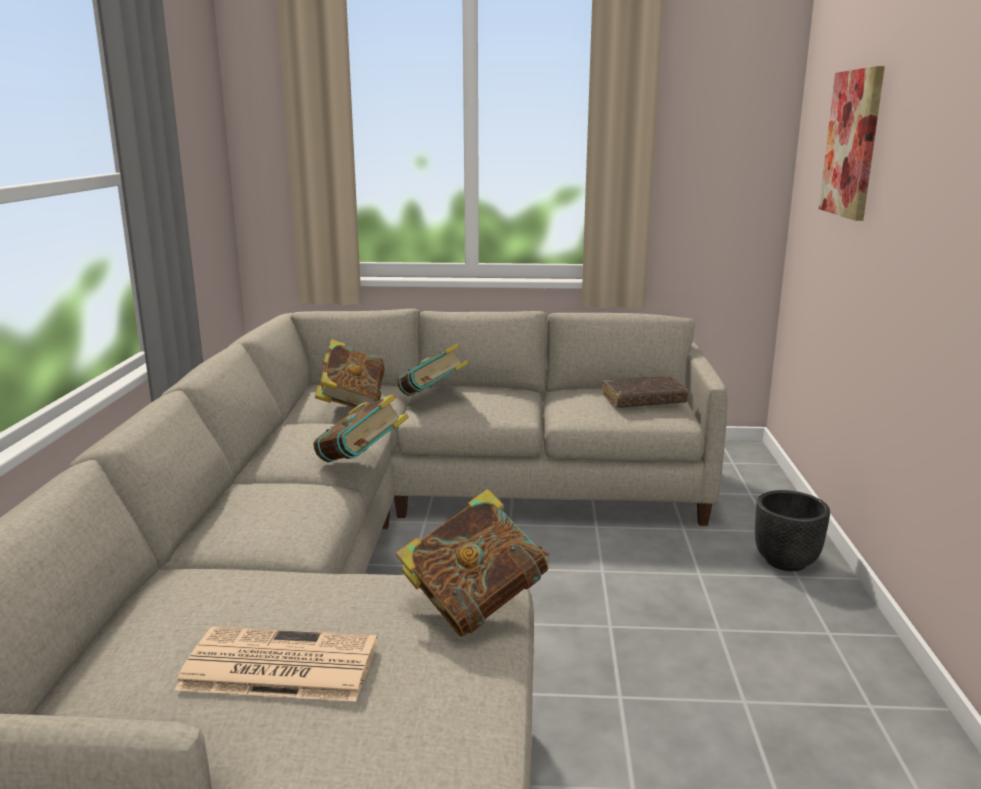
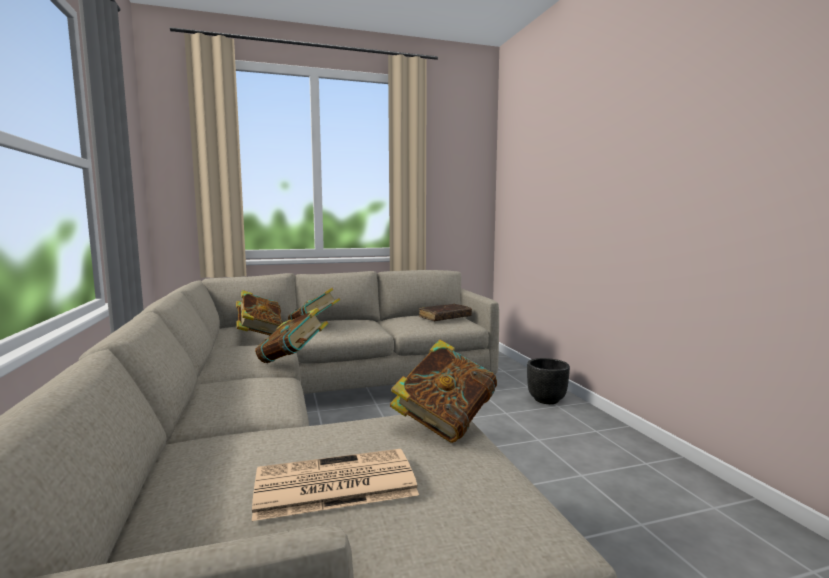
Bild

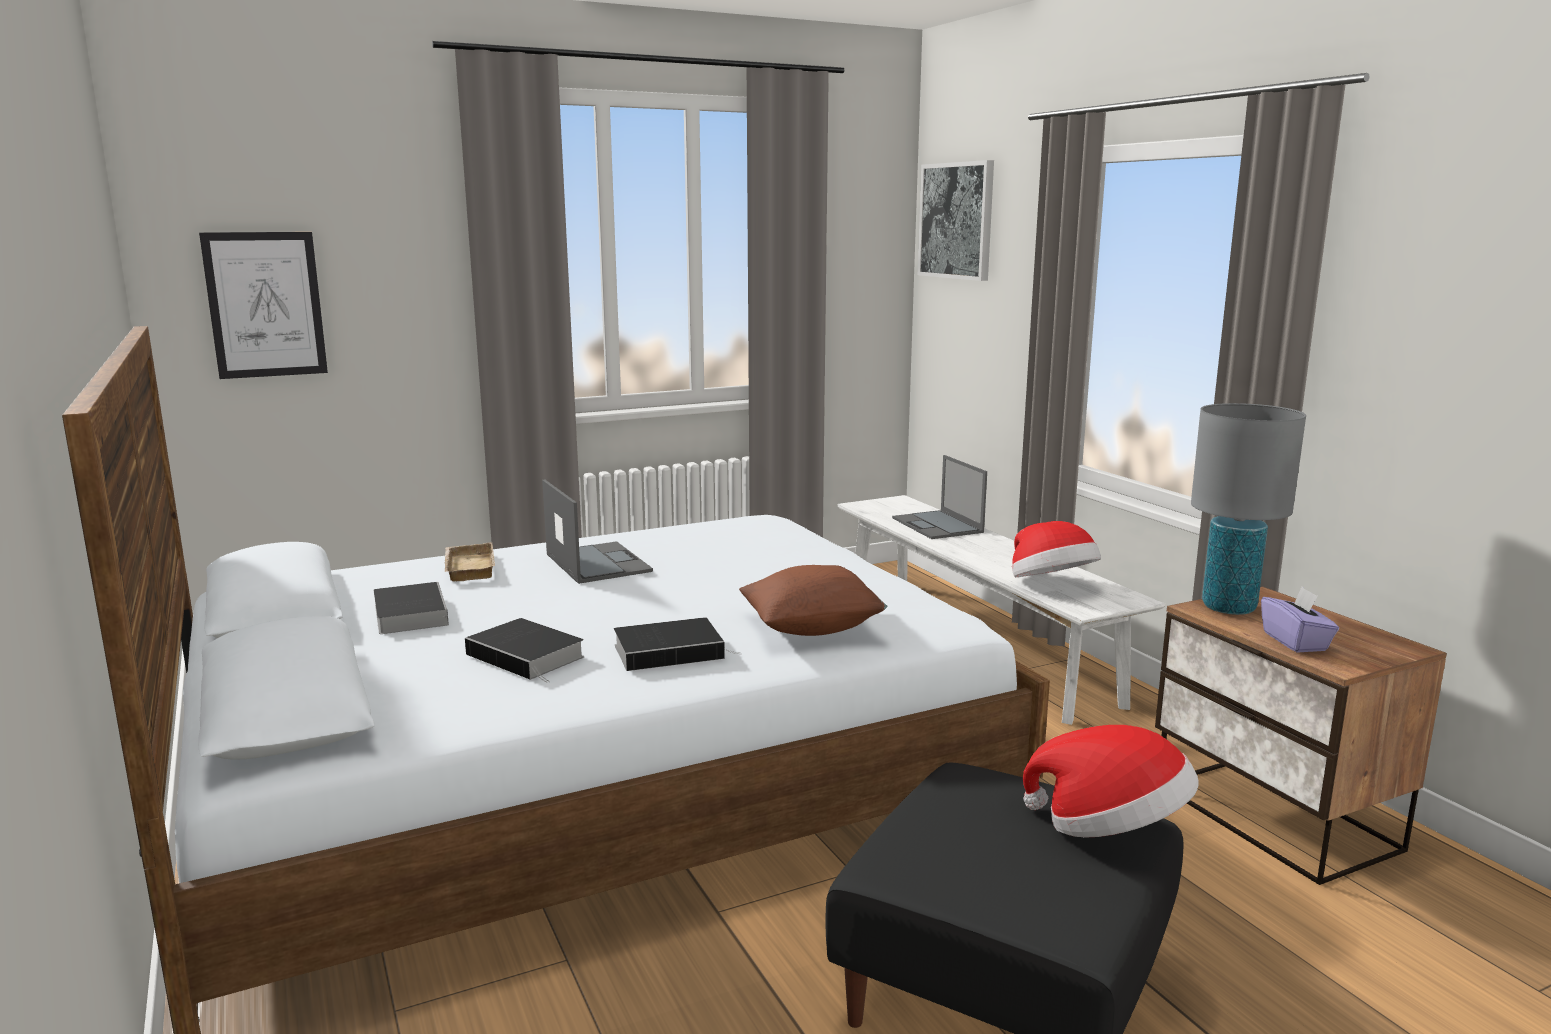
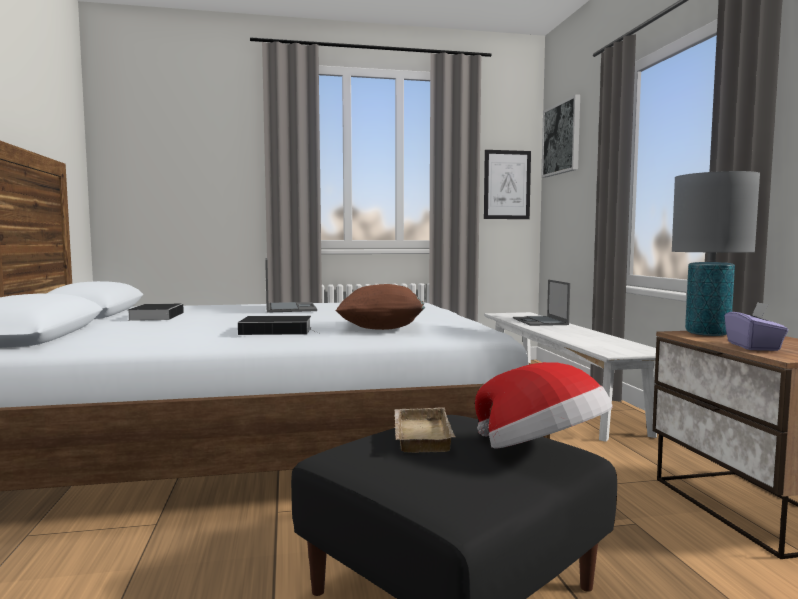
Bild (no. 1 from left)
Tablett (beige)
Buch (no. 2 from left in the first image)
Hut (no. 1 from left in the first image)

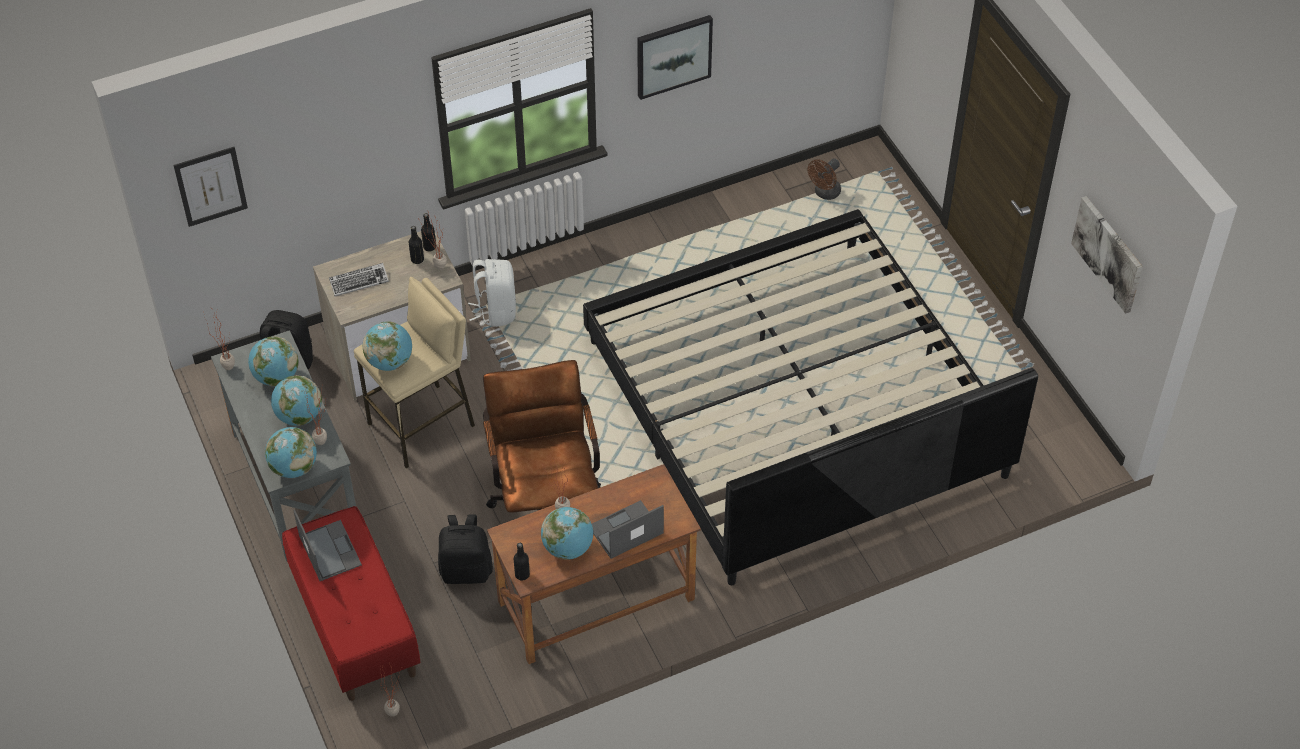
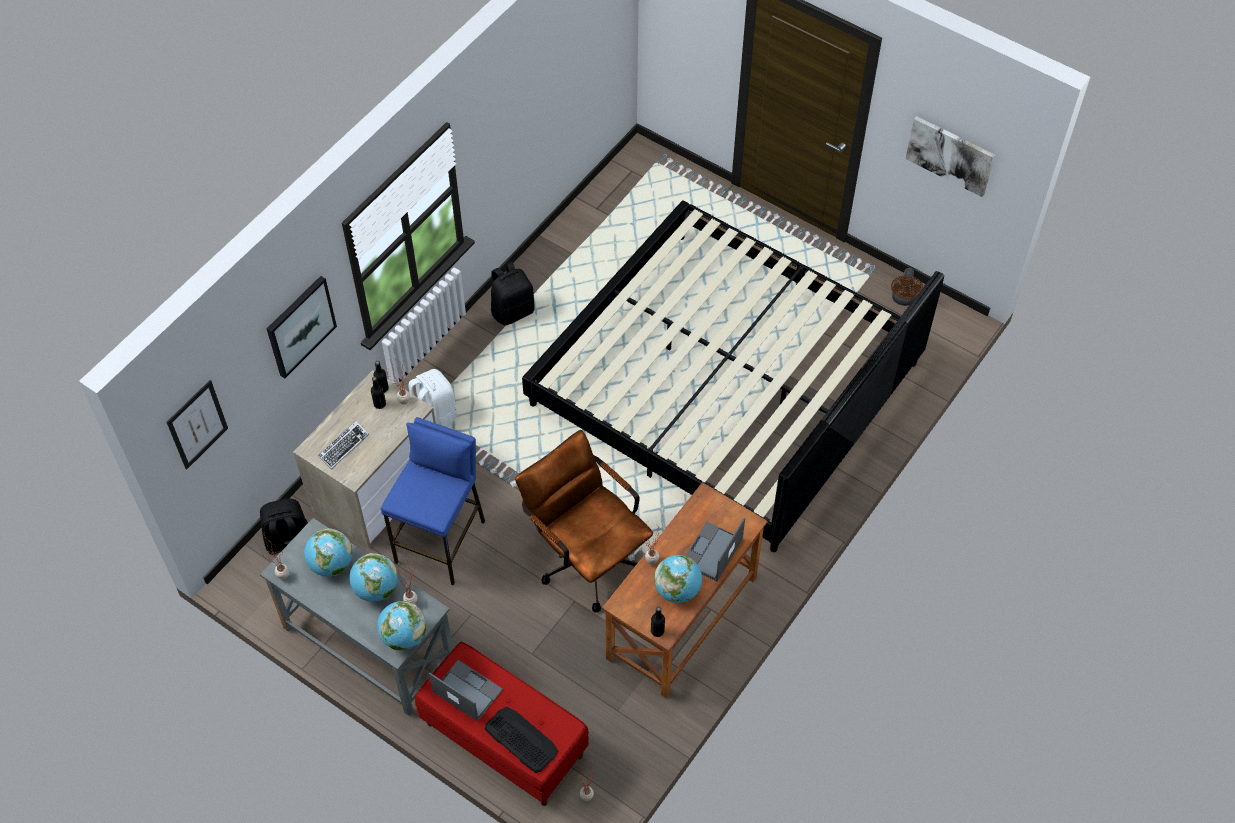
Hocker (blau)
Globus (no. 4 from left in the first image)
Rucksack (schwarz) (no. 2 from left)
Bild (no. 2 from left)
Ventilator (braun)
Tastatur (no. 2 from left)

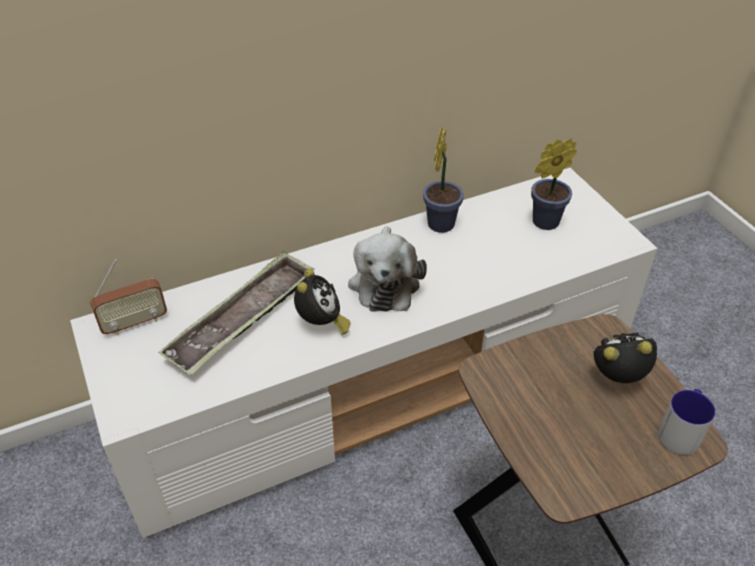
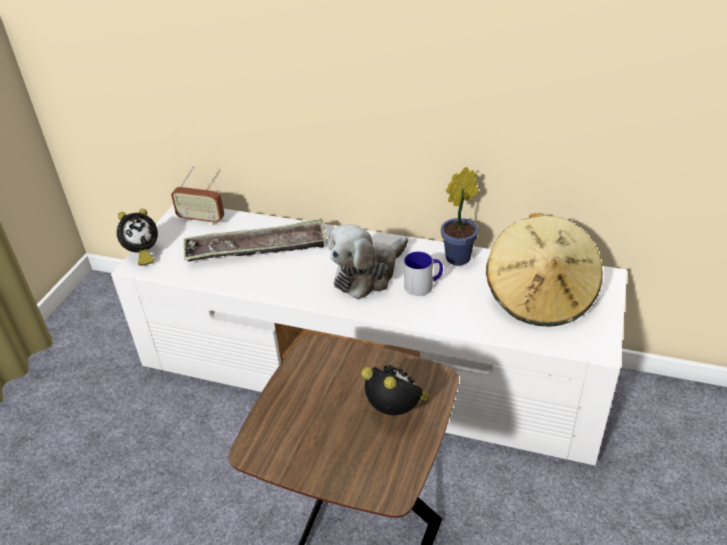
Wecker (no. 1 from left)
Hut (beige)
Henkelbecher

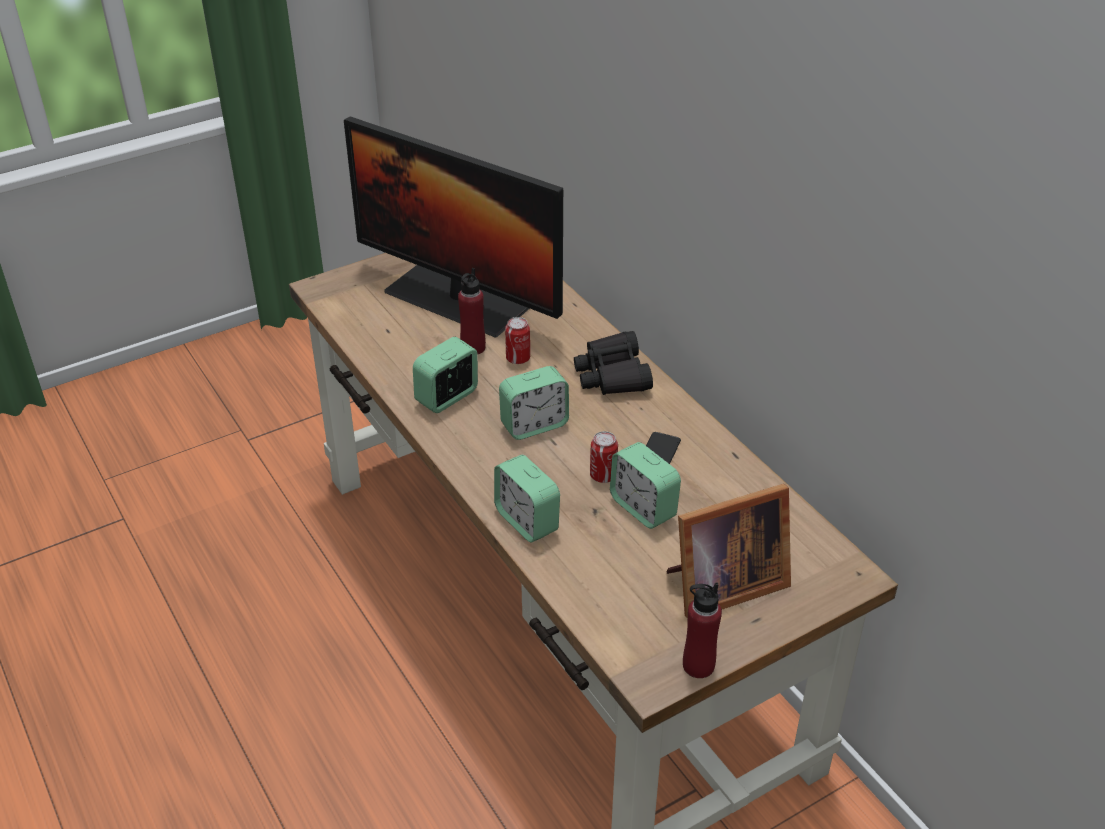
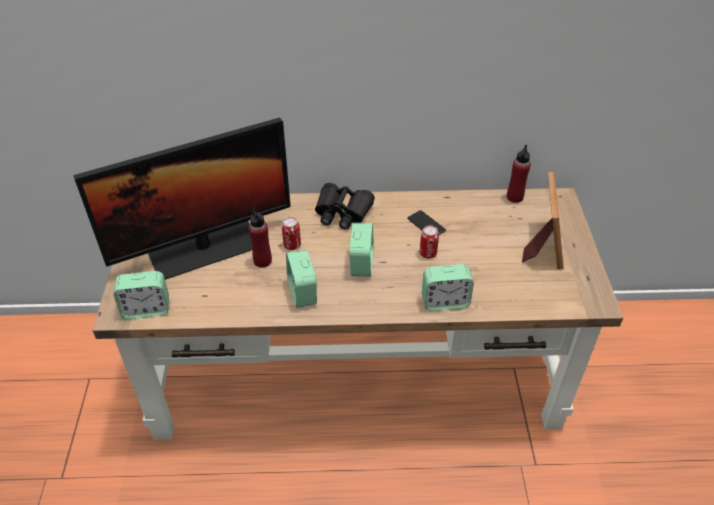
Wecker (no. 1 from left)
Flasche (rot) (no. 2 from left)

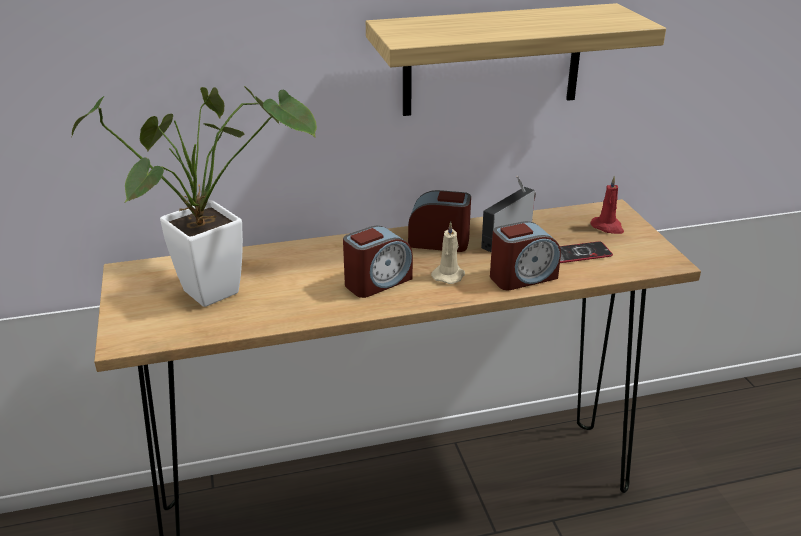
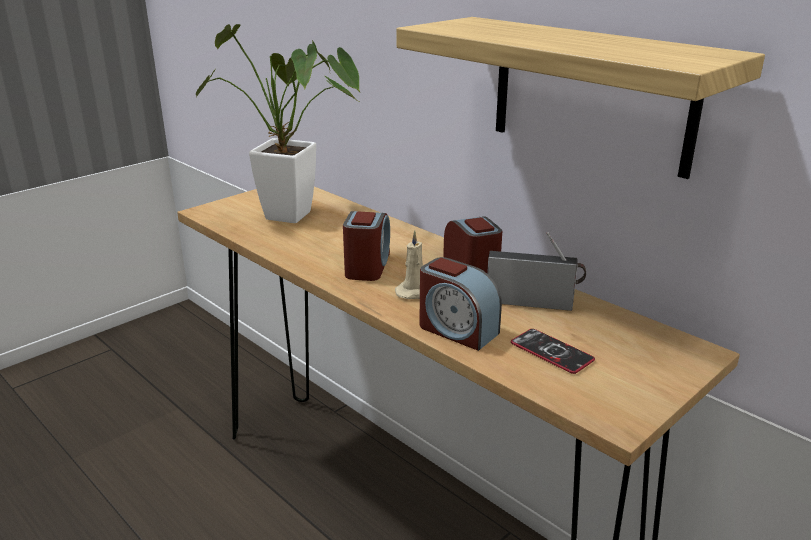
Wecker (no. 1 from left)
Kerze (rot)

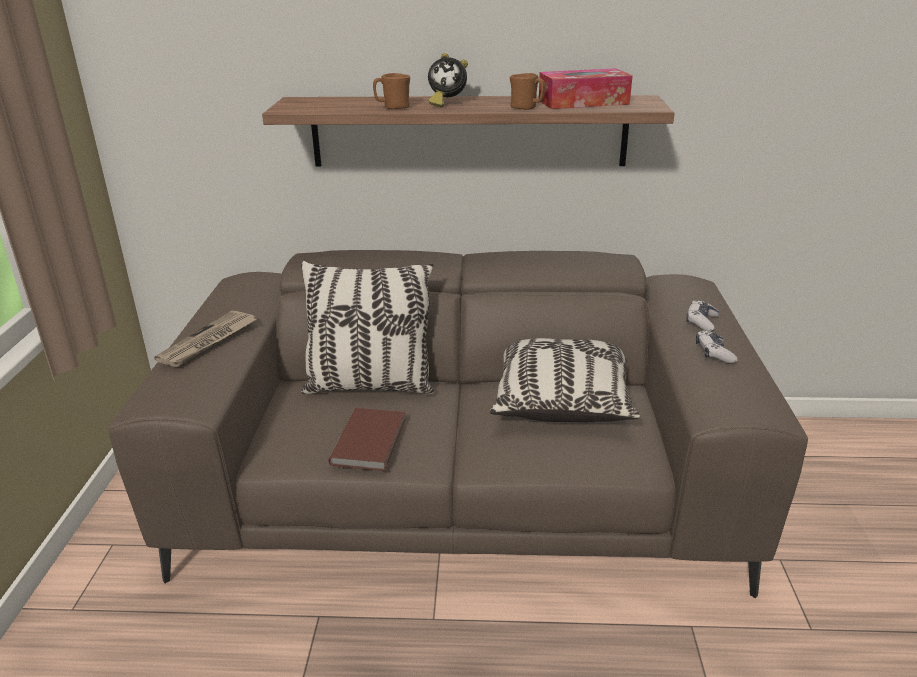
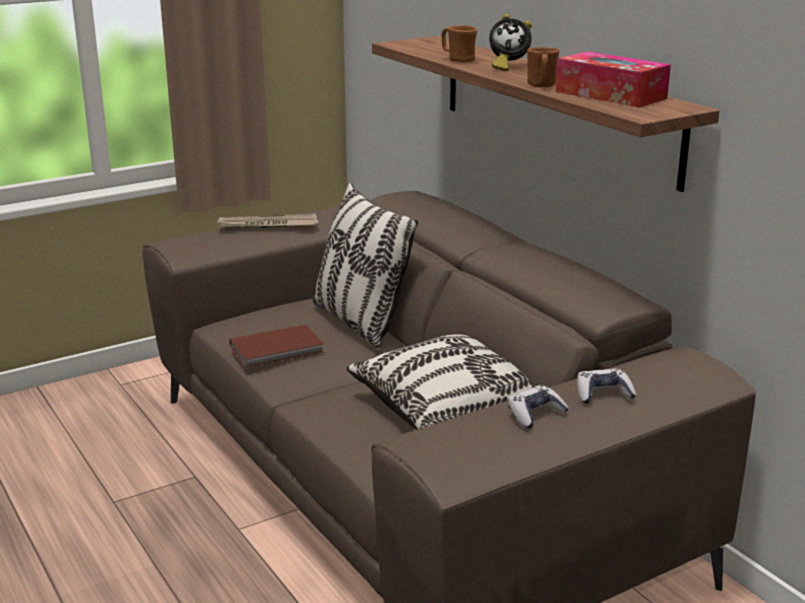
Wecker

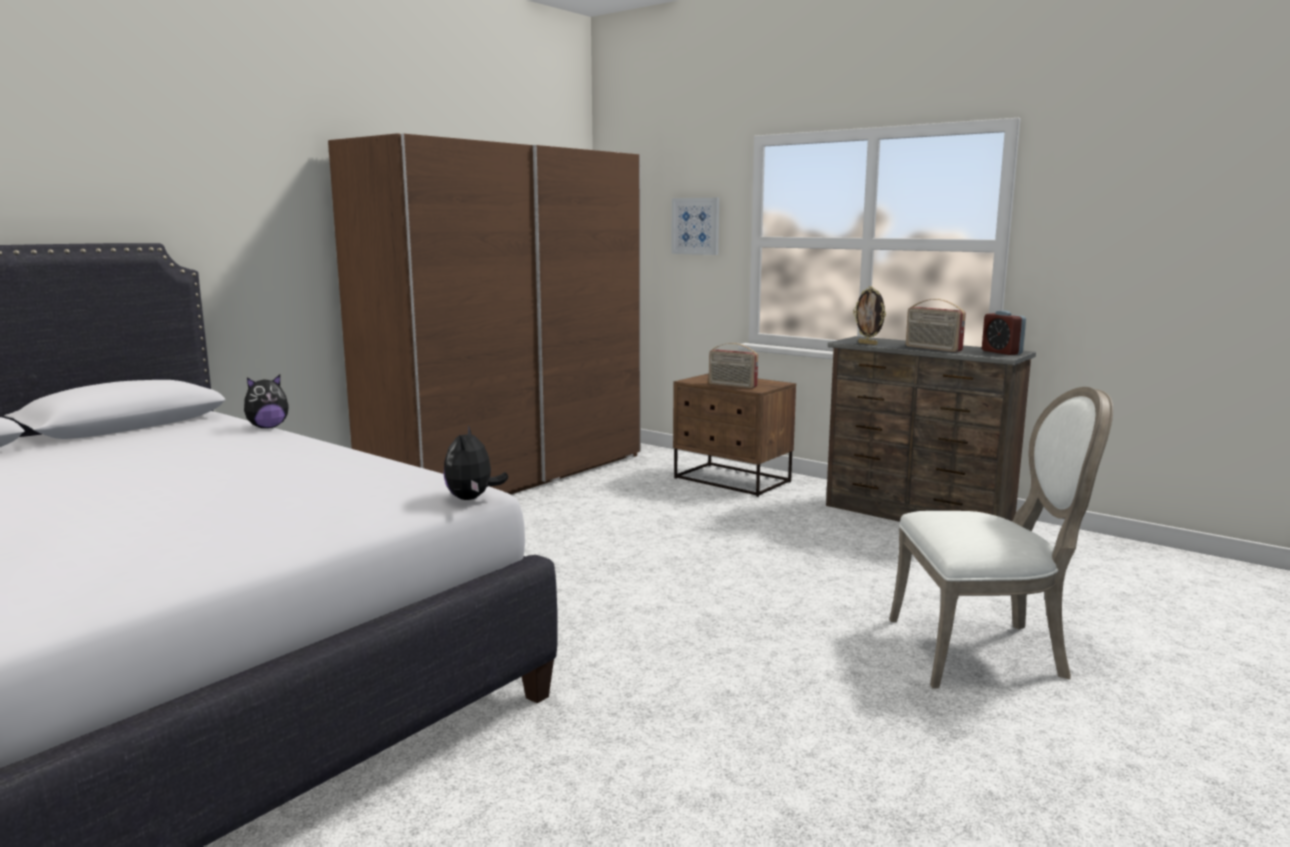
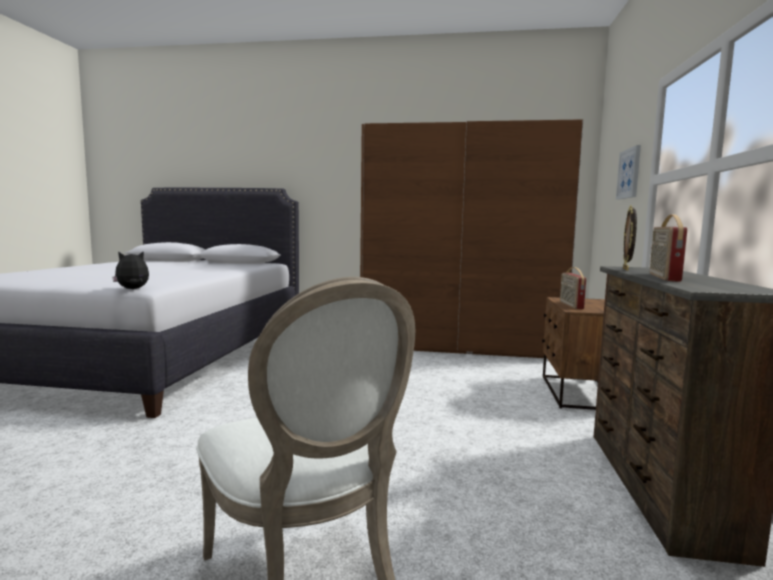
Plüschtier (no. 1 from left in the first image)
Wecker

